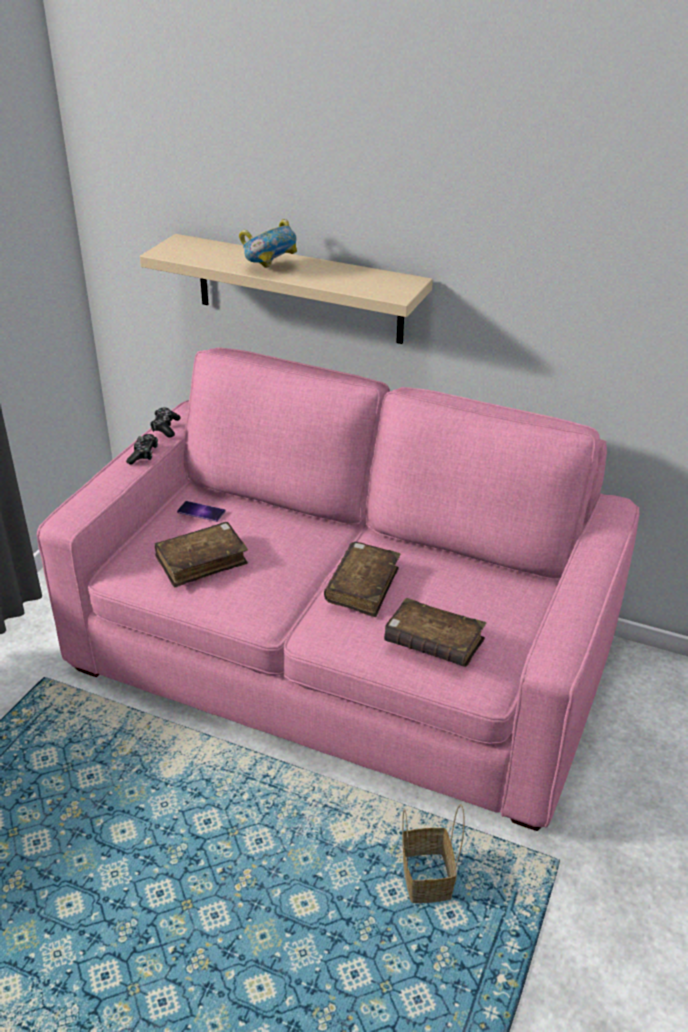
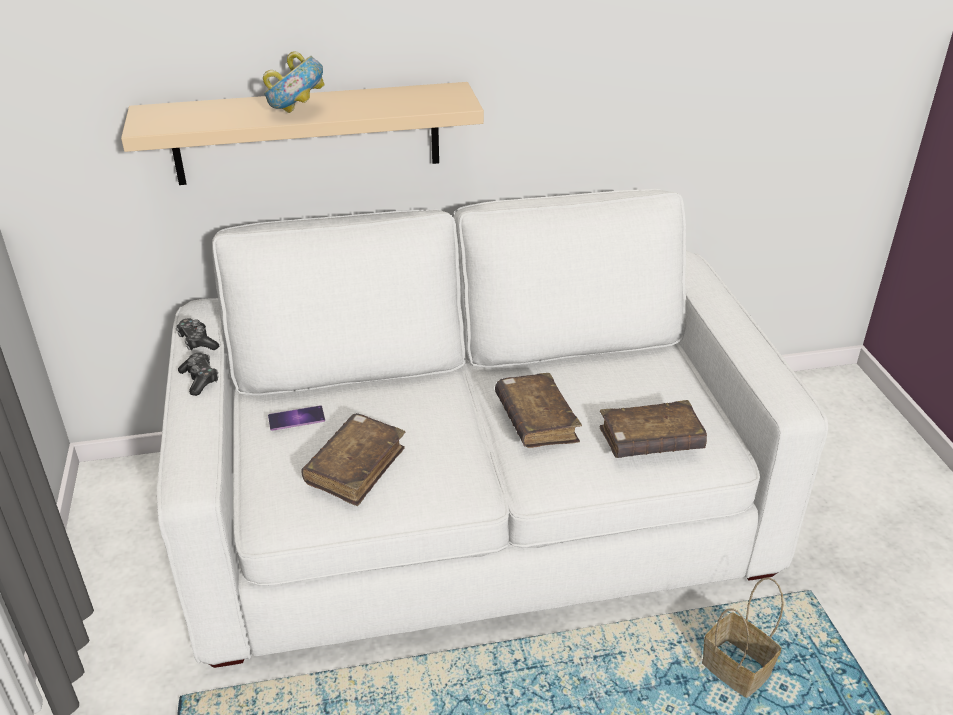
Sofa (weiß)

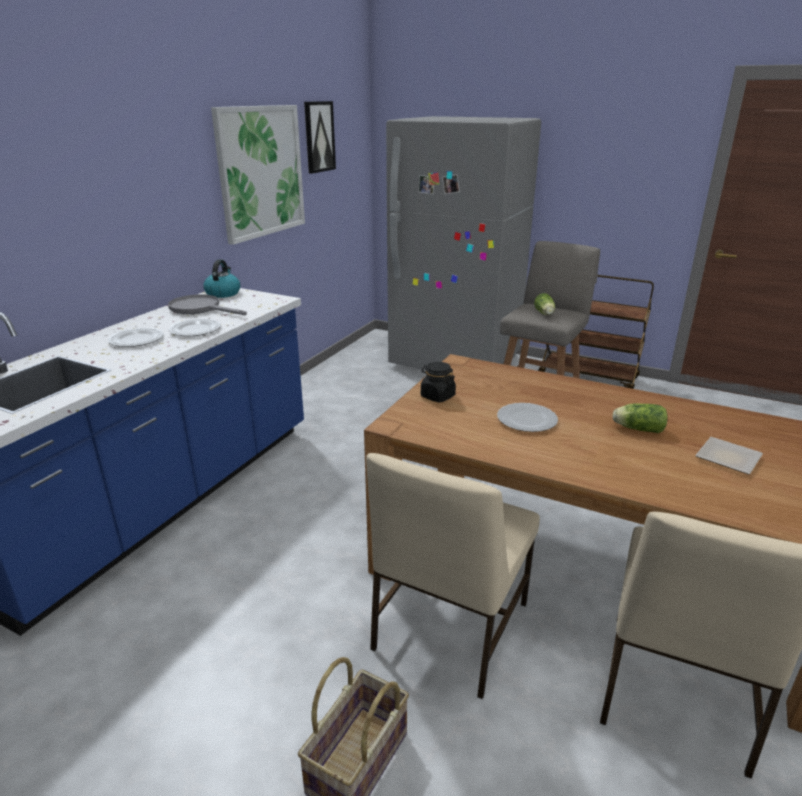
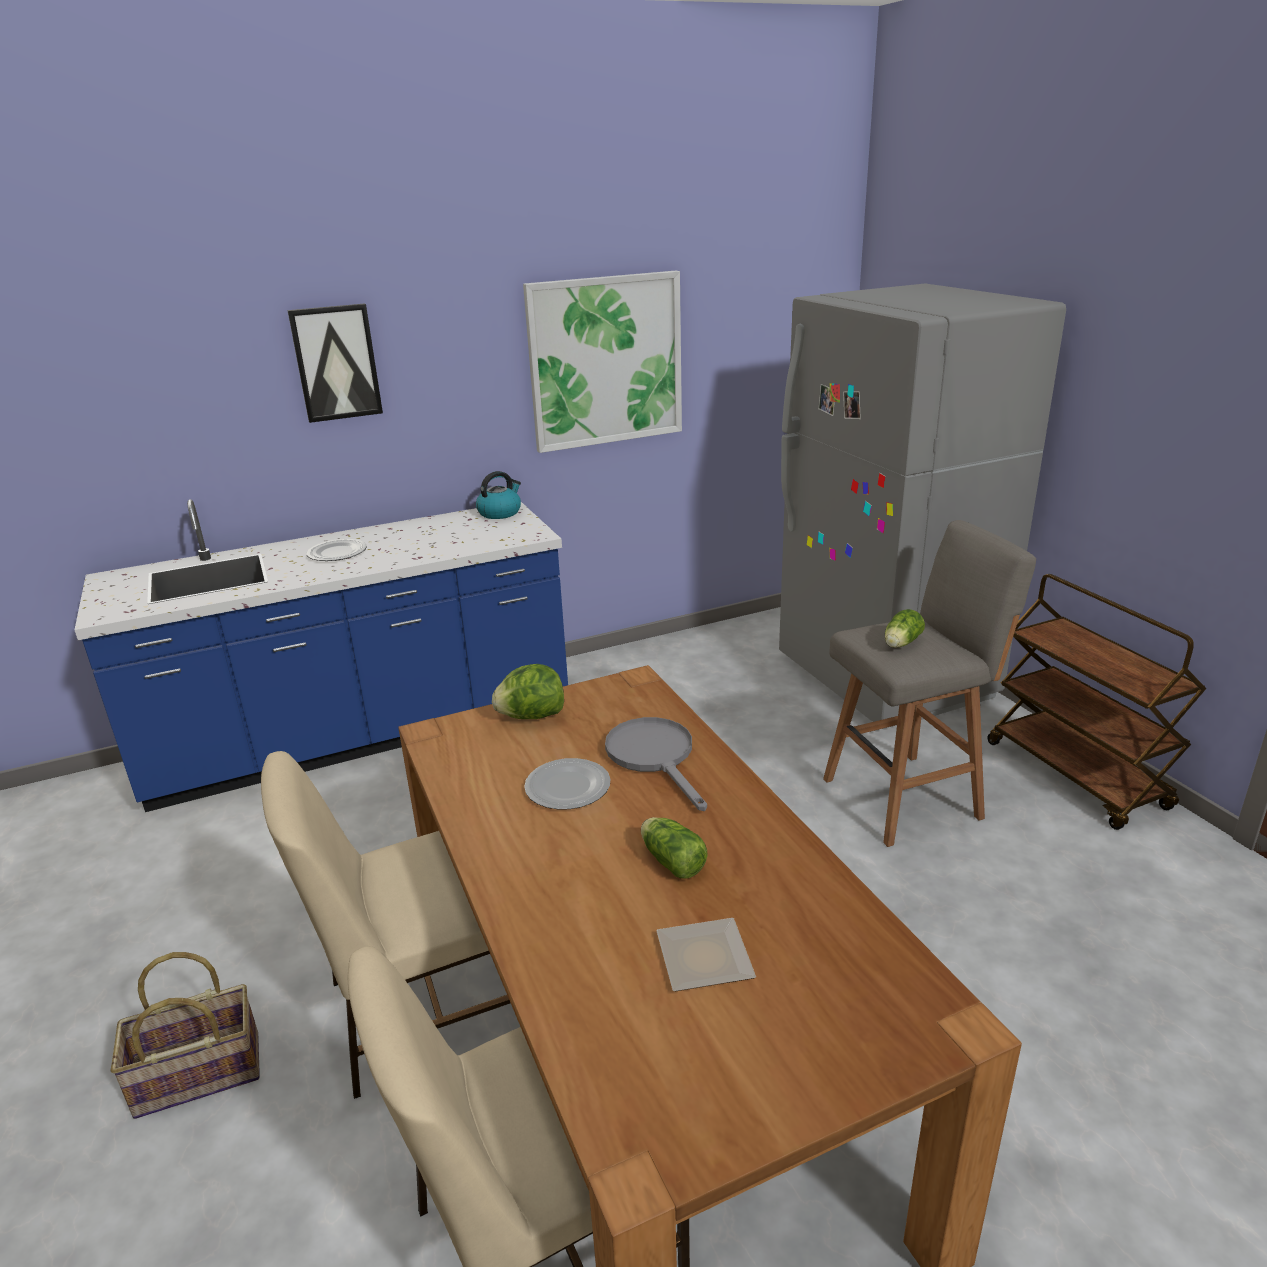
Pfanne (grau)
Teller (no. 2 from left in the first image)
Bild (no. 1 from left)
Salatkopf (no. 1 from left)

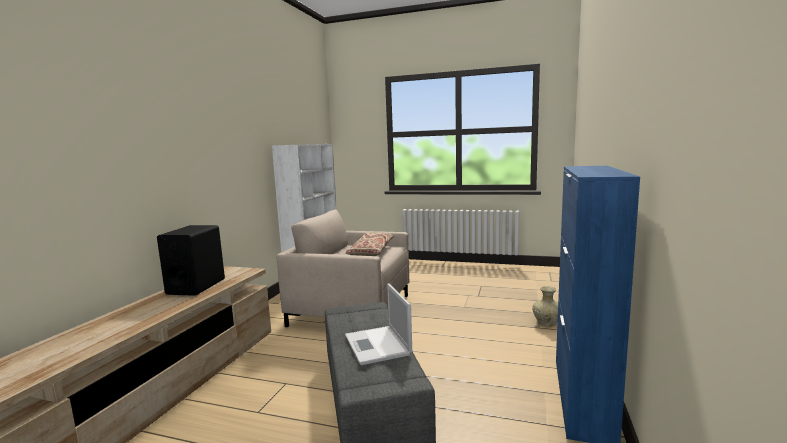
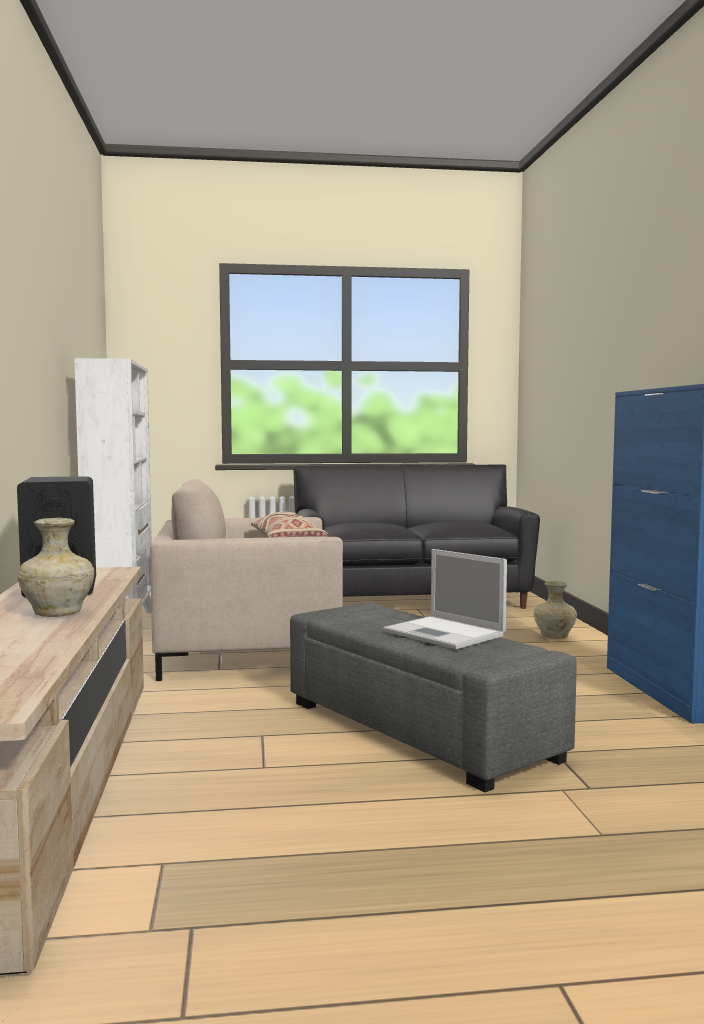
Vase (beige) (no. 1 from left)
Sofa (schwarz)

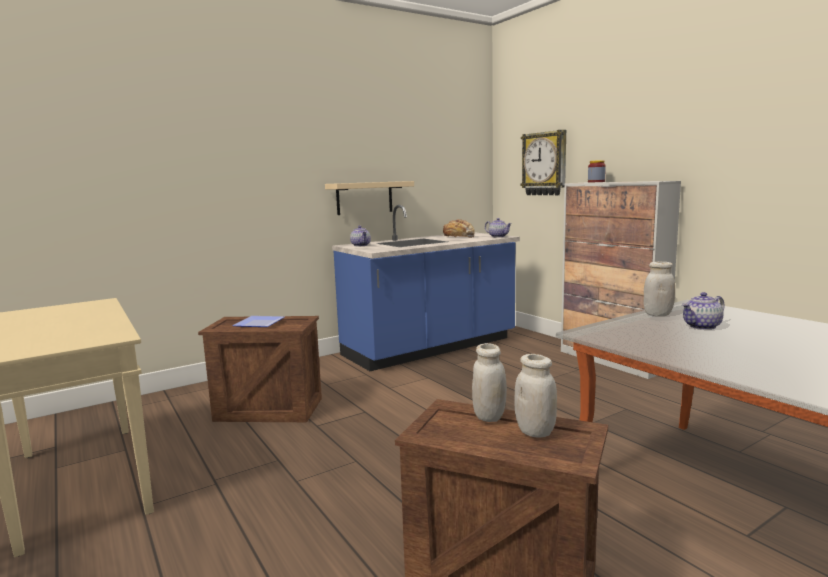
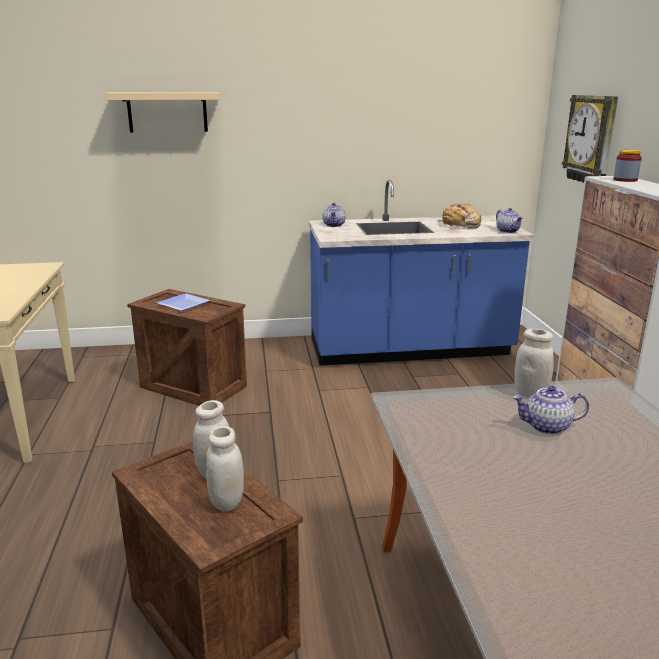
Wandregal (beige)

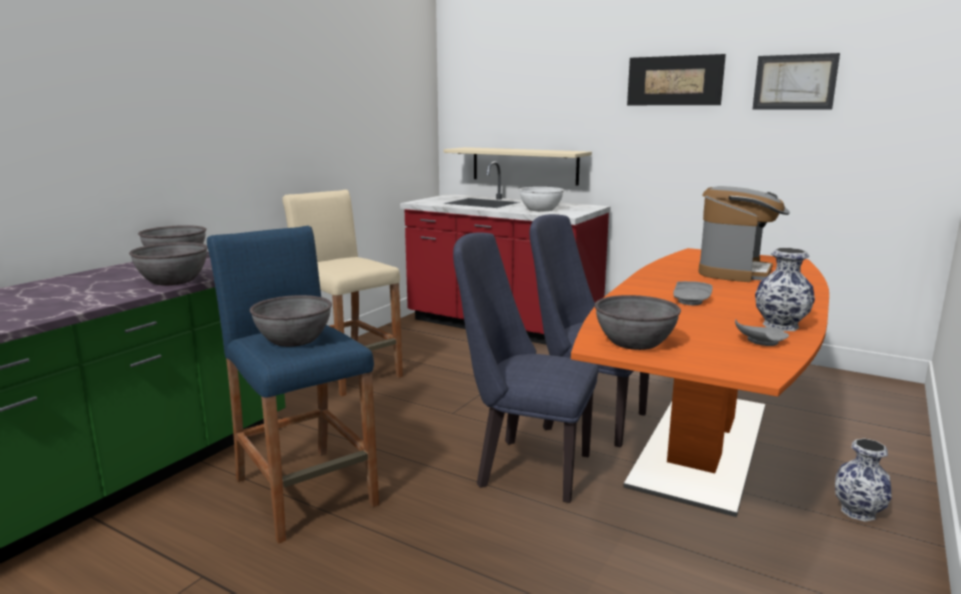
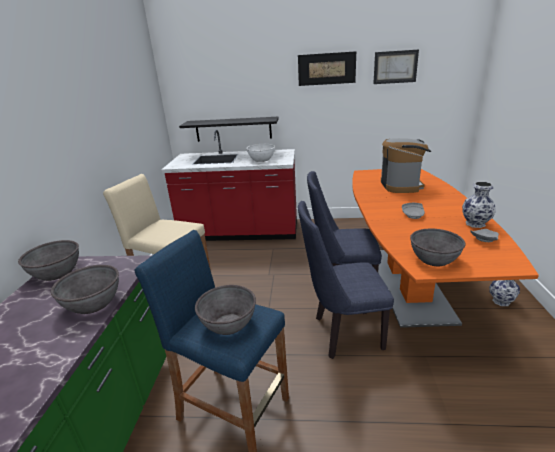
Wandregal (schwarz)

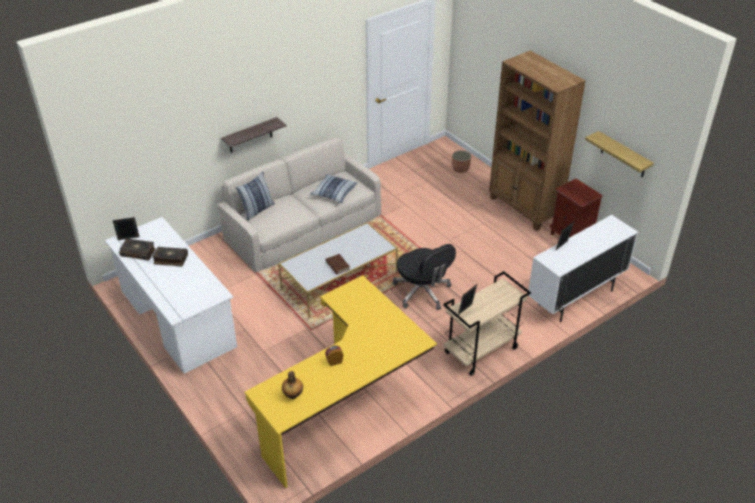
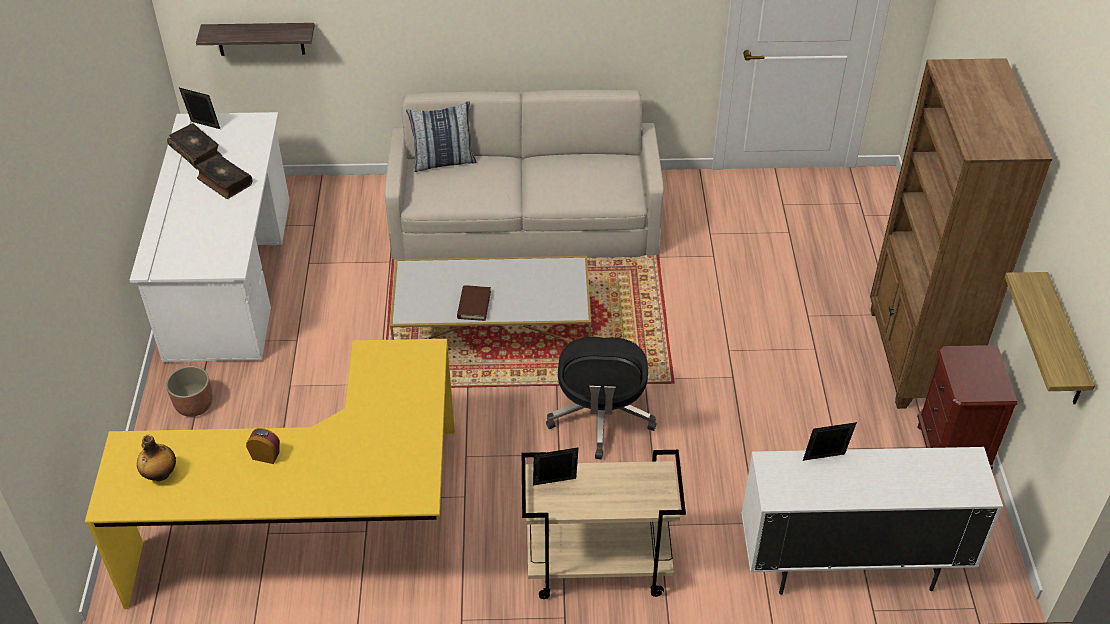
Wandregal (no. 1 from left)
Kissen (no. 2 from left in the first image)
Pflanzkübel

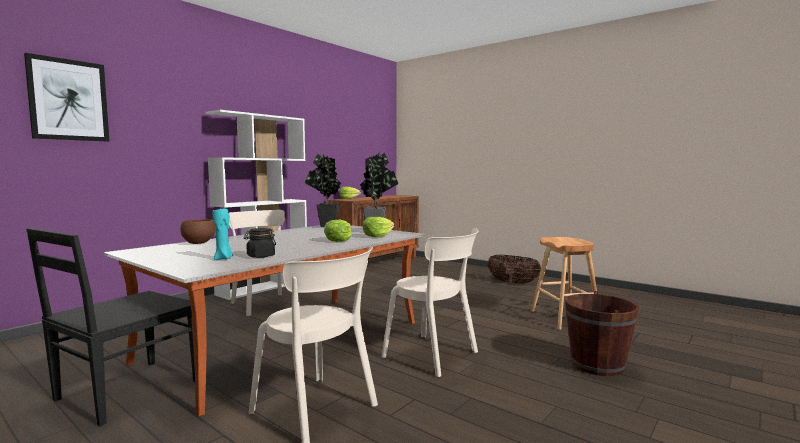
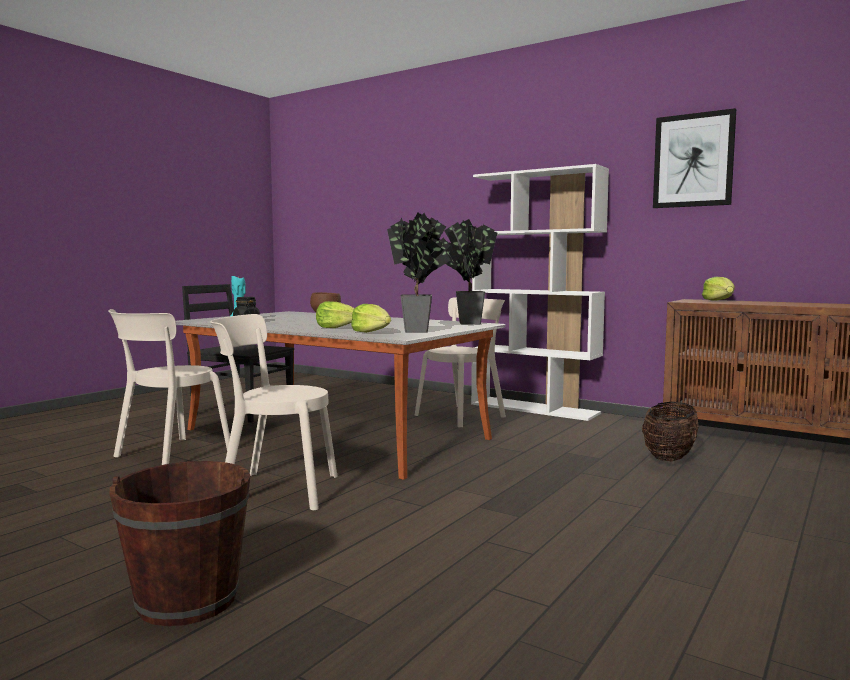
Bild
Stuhl (beige) (no. 2 from left)
Korb
Hocker (braun)

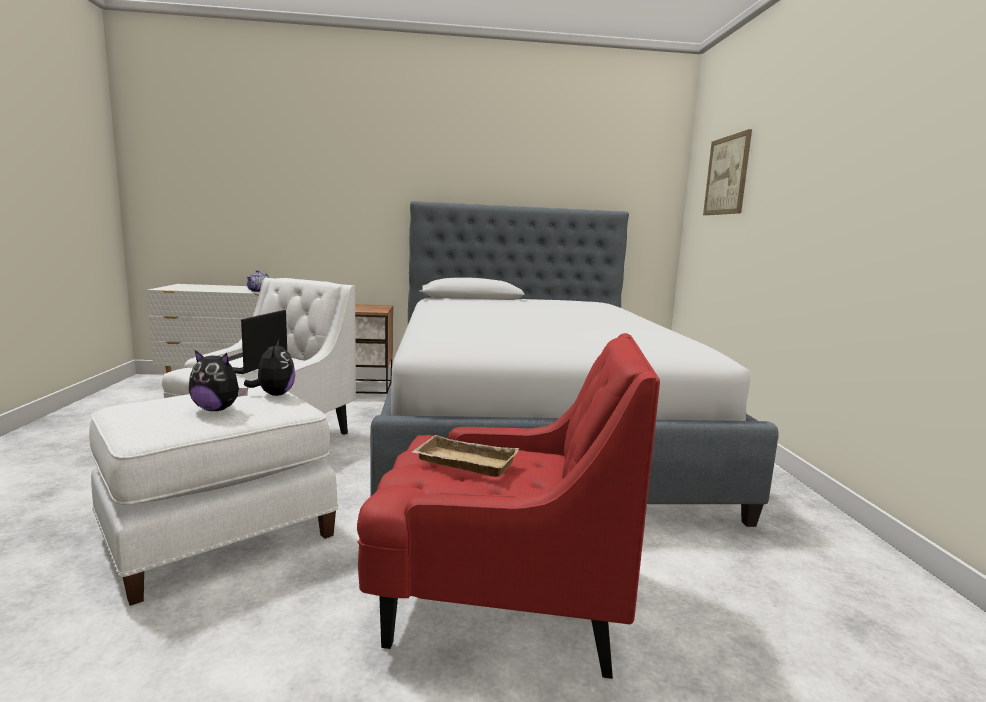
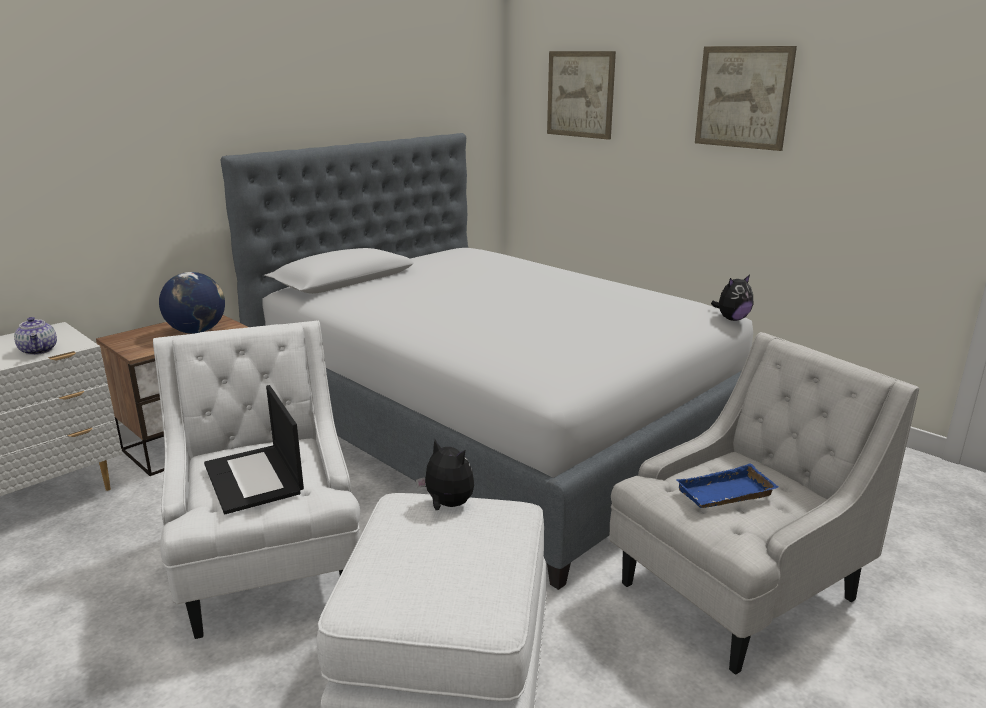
Plüschtier (no. 2 from left)
Sessel (weiß) (no. 2 from left)
Tablett (blau)
Globus
Bild (no. 2 from left)

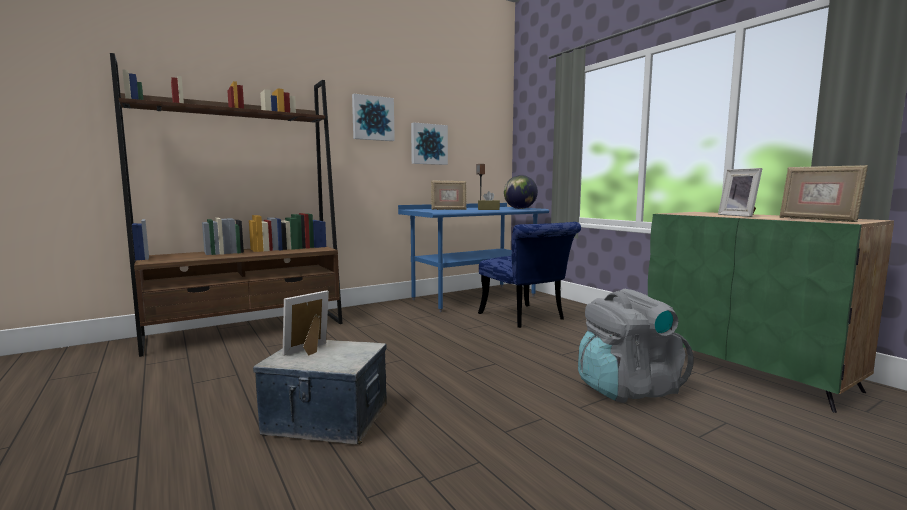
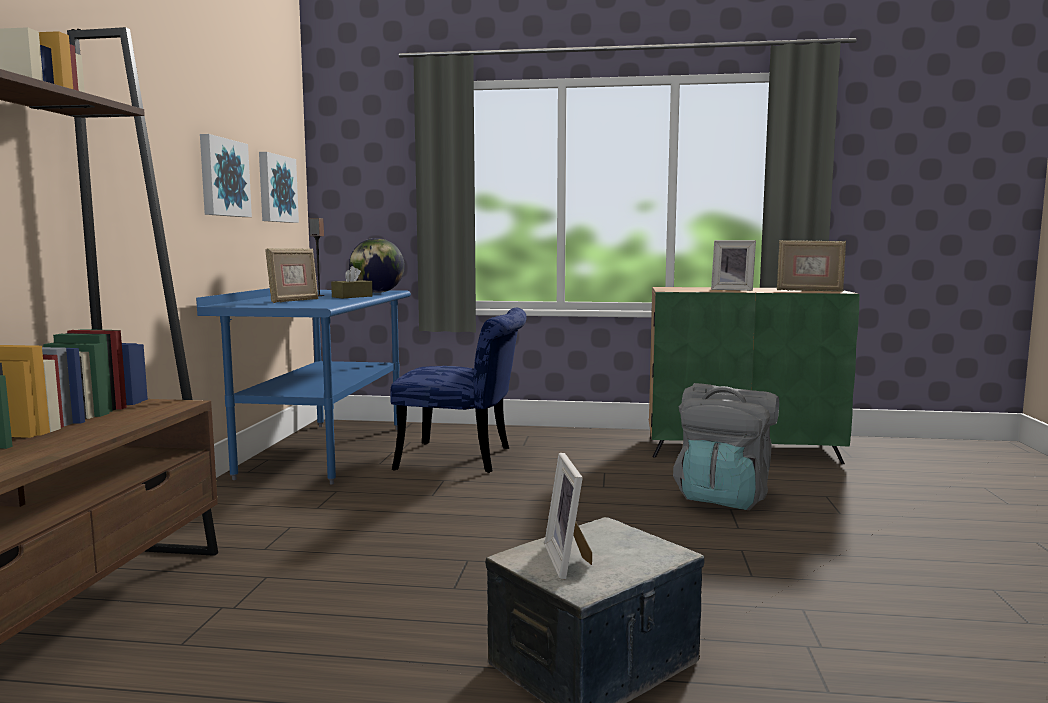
Bild (no. 2 from left)

